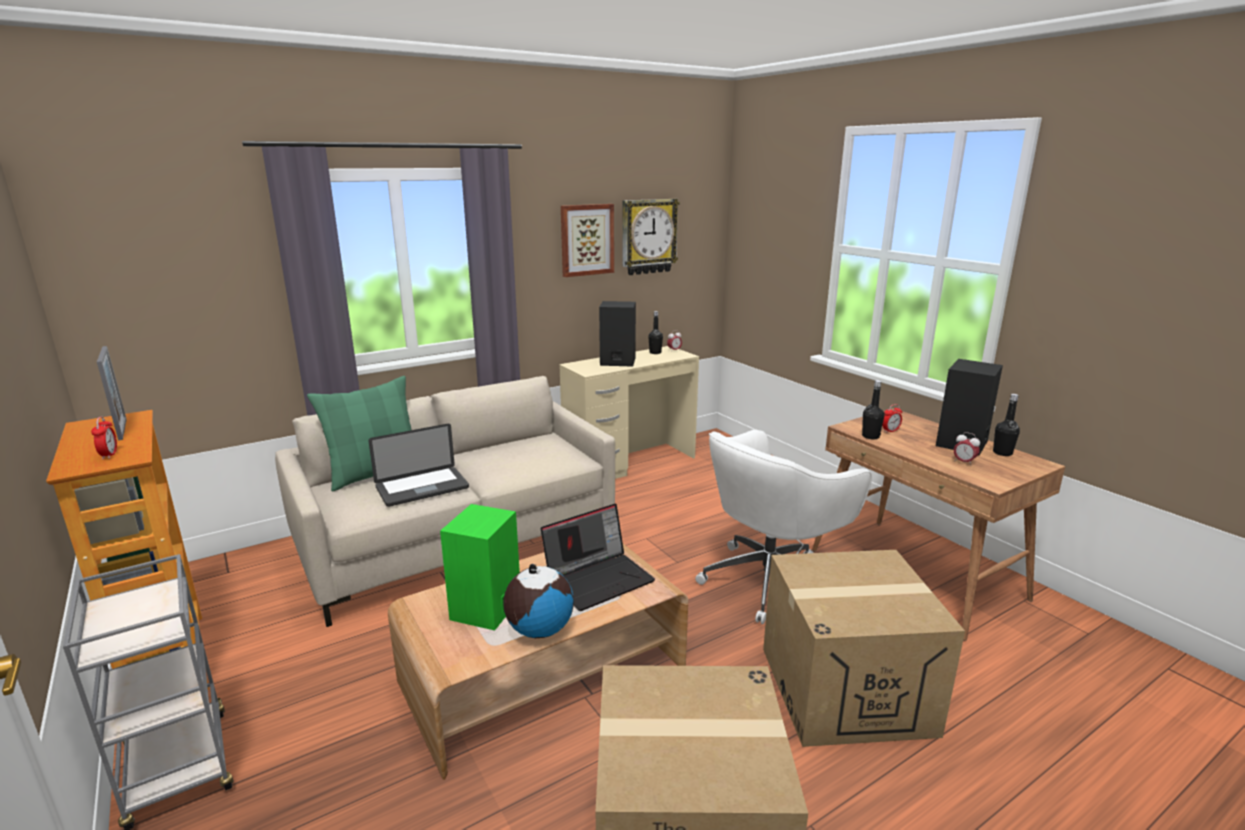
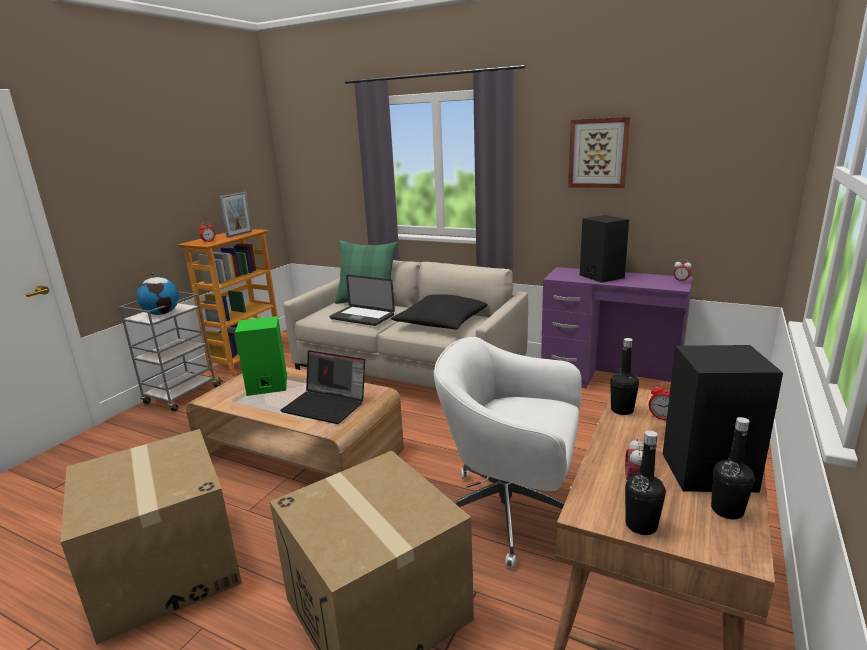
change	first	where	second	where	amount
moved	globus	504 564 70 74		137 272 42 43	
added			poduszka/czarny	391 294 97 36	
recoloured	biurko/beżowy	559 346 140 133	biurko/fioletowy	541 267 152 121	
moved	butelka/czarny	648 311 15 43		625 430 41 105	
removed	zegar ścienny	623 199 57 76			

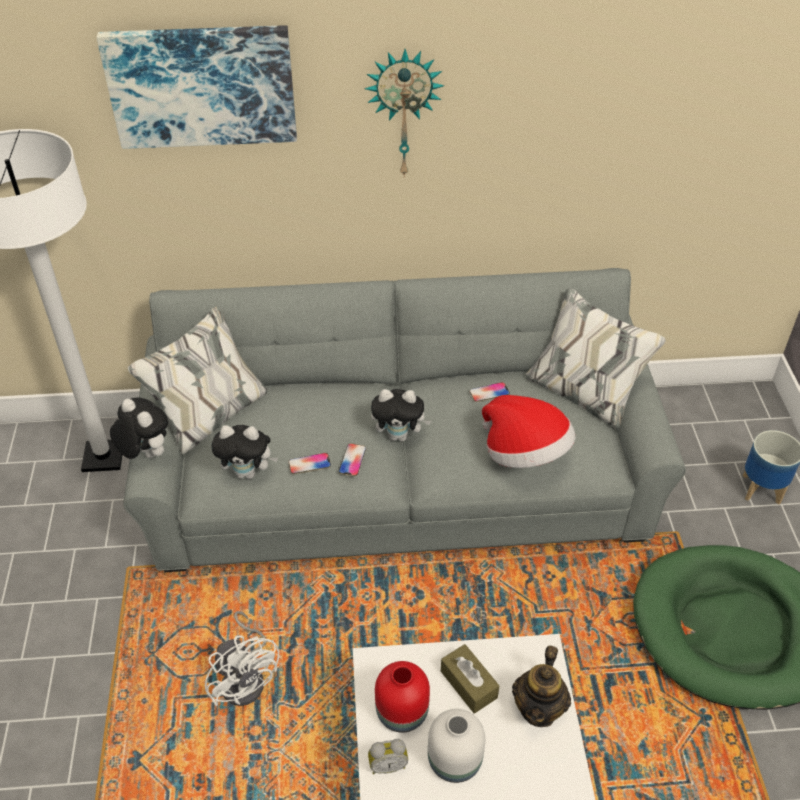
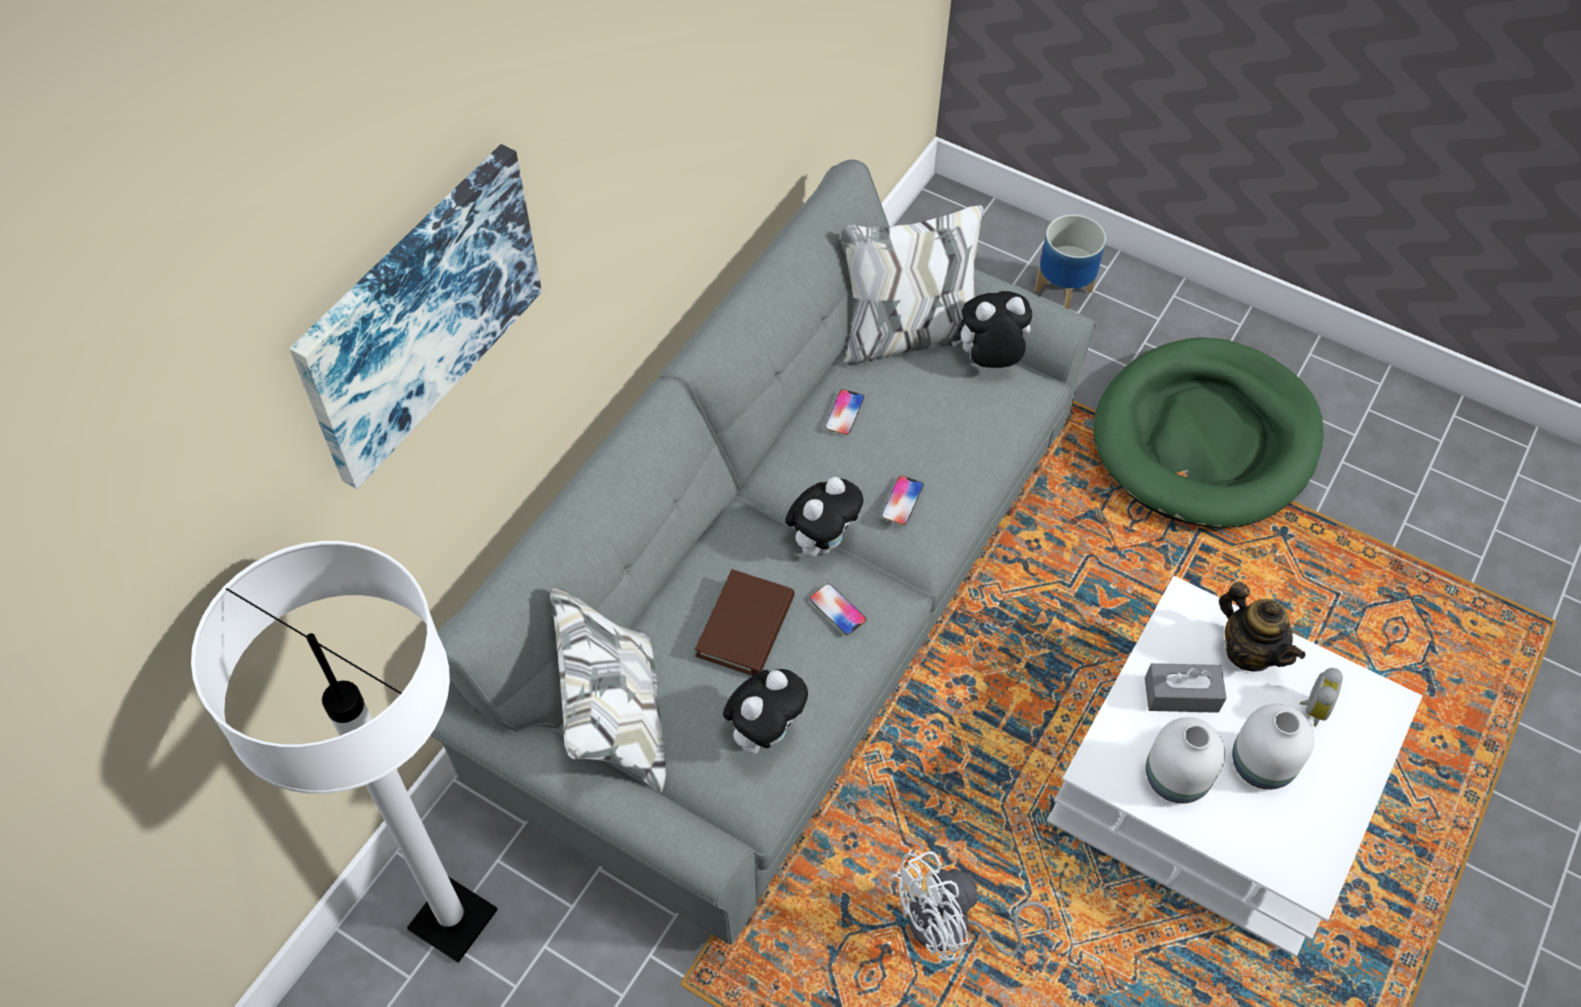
change	first	where	second	where	amount
added			książka/brązowy	695 569 100 107	
moved	telefon	288 453 43 21		881 476 42 49	
turned	wentylator/biały	205 611 74 95		889 851 162 110	150 degrees clockwise
moved	pluszak	110 398 58 61		951 291 81 77	
recoloured	pudełko chusteczek/brązowy	441 644 58 70	pudełko chusteczek/szary	1145 663 81 50	
recoloured	wazon/czerwony	375 661 55 72	wazon/biały	1146 717 79 86	
moved	budzik	368 739 40 35		1300 668 43 59	
removed	zegar ścienny	364 49 81 129			
removed	kapelusz	482 395 94 73			

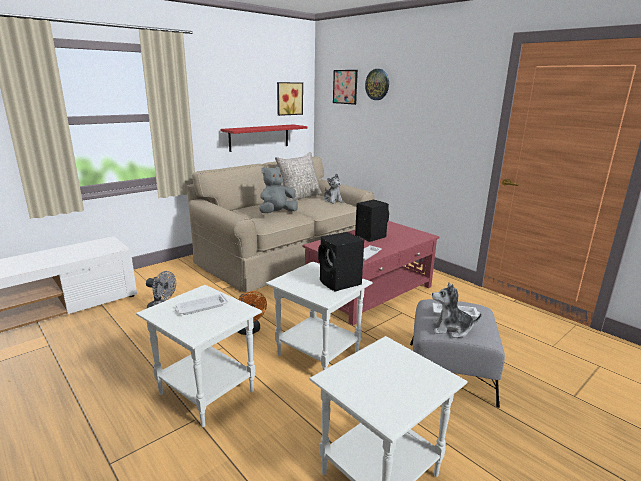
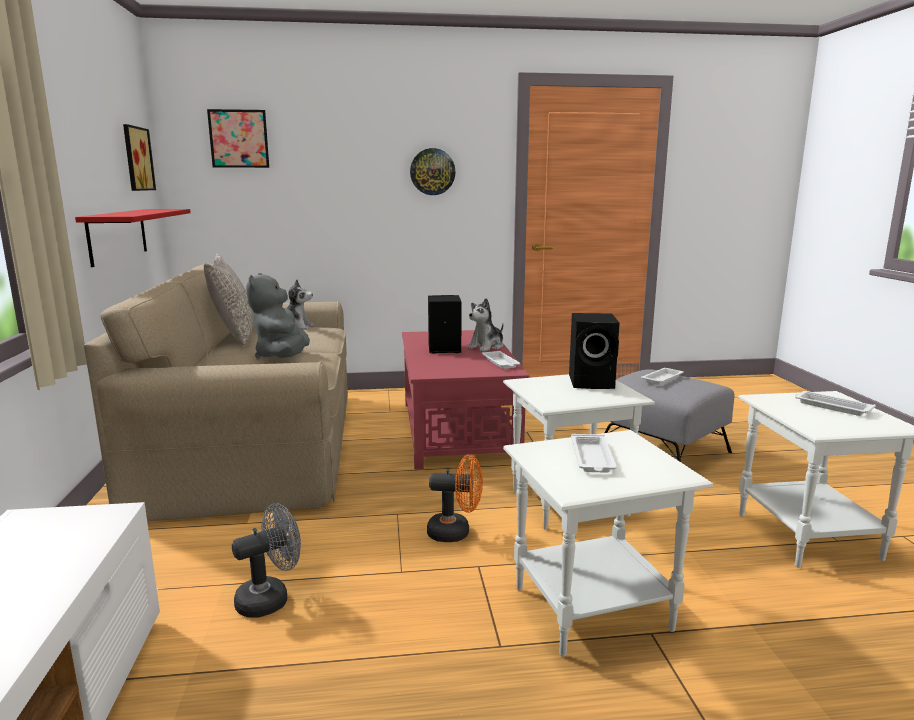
change	first	where	second	where	amount
moved	zegar ścienny	365 69 24 31		410 148 45 47	
moved	pluszak	432 282 50 56		467 298 36 54	
added			taca/biały	795 391 81 25	

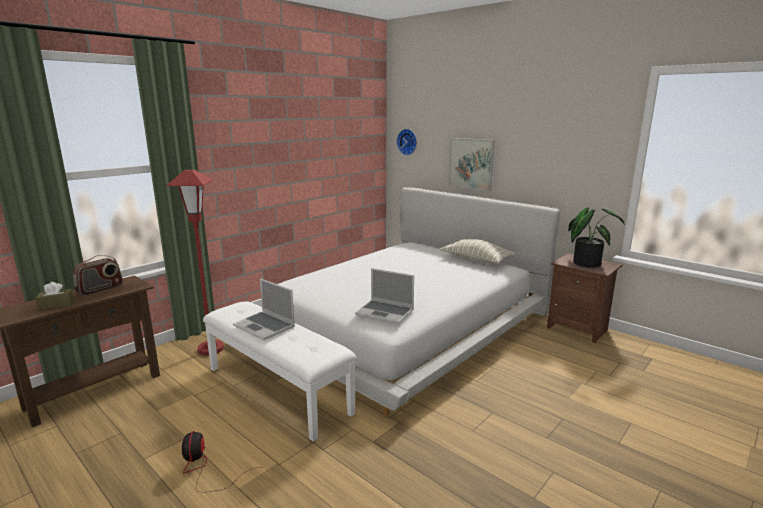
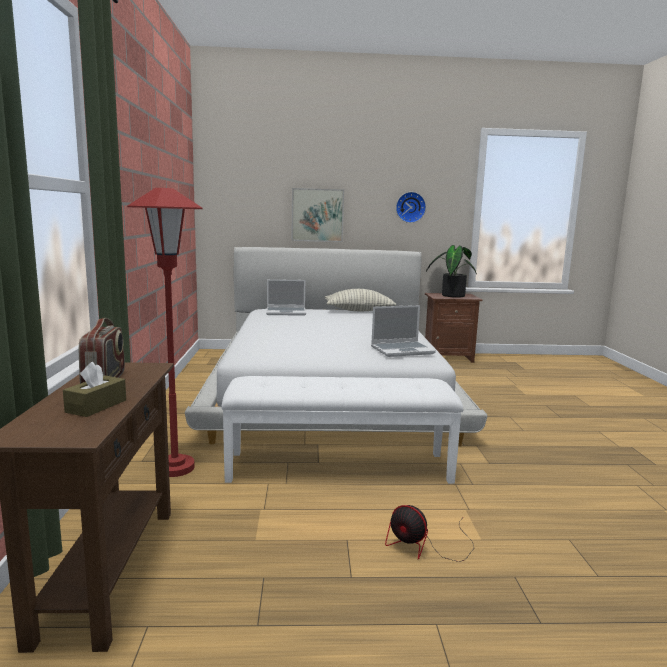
change	first	where	second	where	amount
moved	laptop	233 278 62 62		266 279 40 37	
moved	zegar ścienny	397 129 20 26		396 192 30 31	

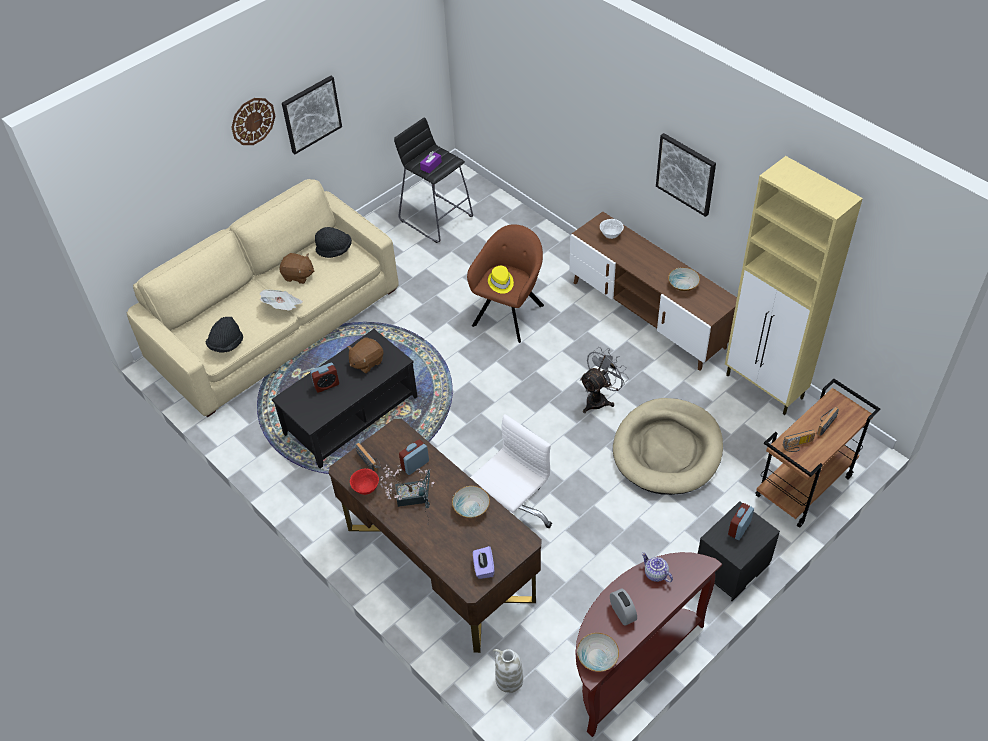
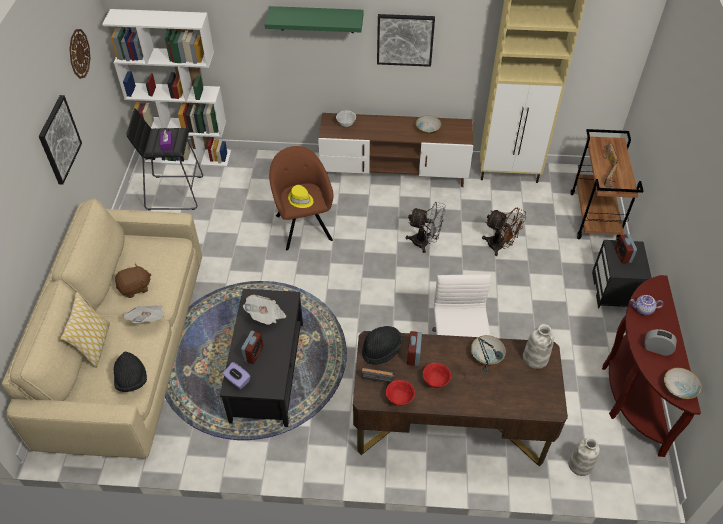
change	first	where	second	where	amount
added			poduszka	60 292 50 76	
moved	zegar ścienny	231 98 44 47		69 29 21 50	
added			regał/biały	102 9 129 158	
moved	pudełko chusteczek/fioletowy	473 546 21 33		223 362 27 27	
replaced	pluszak/brązowy	347 338 37 35	gazeta	243 295 43 30	
added			półka/zielony	265 6 99 27	
moved	kapelusz/czarny	315 227 37 31		362 326 40 39	
turned	wentylator/szary	580 347 49 66		406 202 39 51	105 degrees clockwise
replaced	roślina doniczkowa	380 464 54 43	miska/czerwony	423 363 28 25	
replaced	legowisko/beżowy	613 398 110 97	wentylator/brązowy	482 207 44 49	
added			wazon/biały	523 324 31 45	

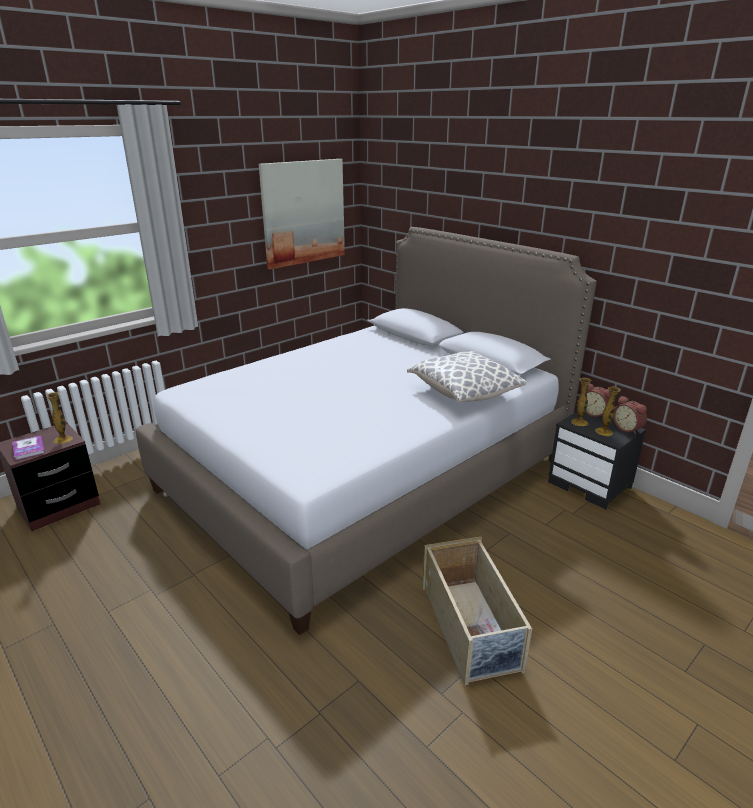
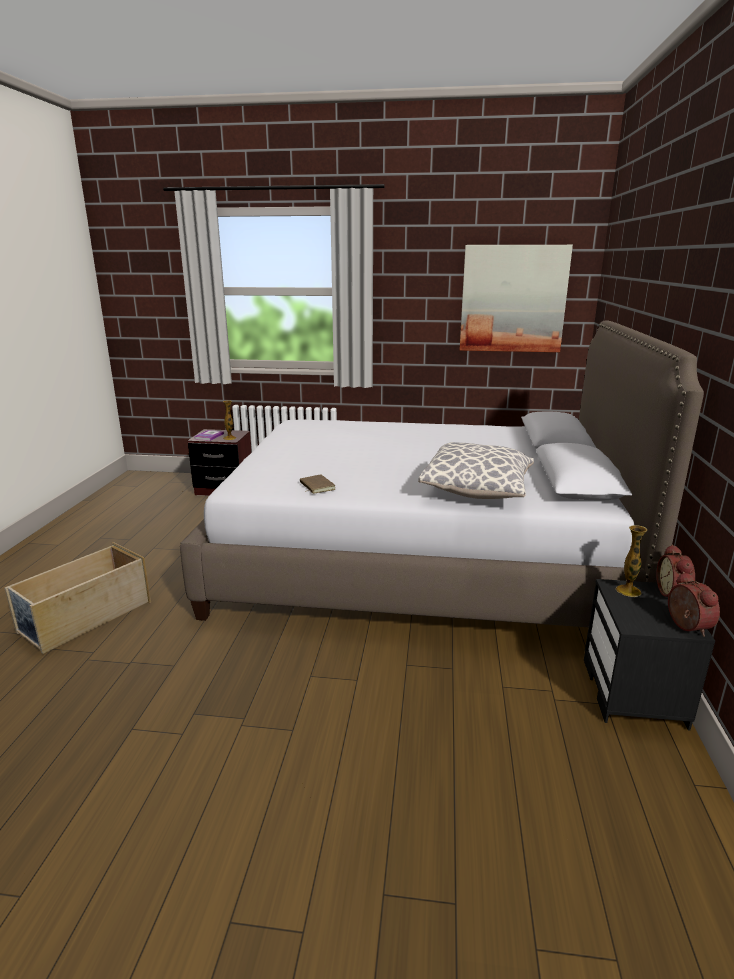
change	first	where	second	where	amount
moved	pojemnik do przechowywania/beżowy	422 537 110 148		4 542 147 112	
added			książka/brązowy	300 474 36 20	
turned	budzik	613 396 34 39		668 572 52 65	150 degrees clockwise
removed	wazon	595 387 26 49			

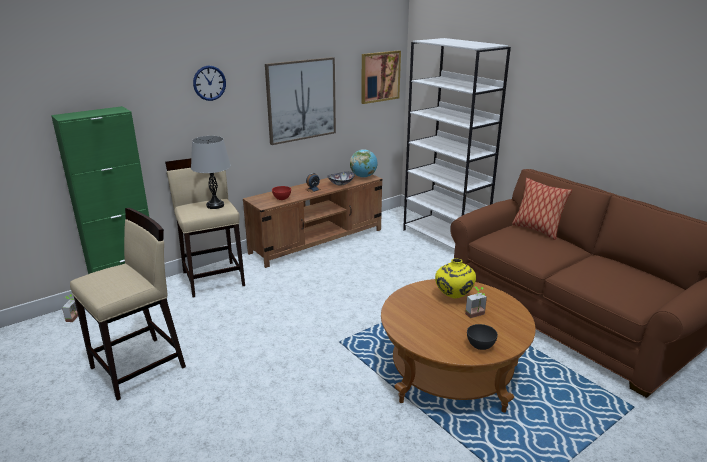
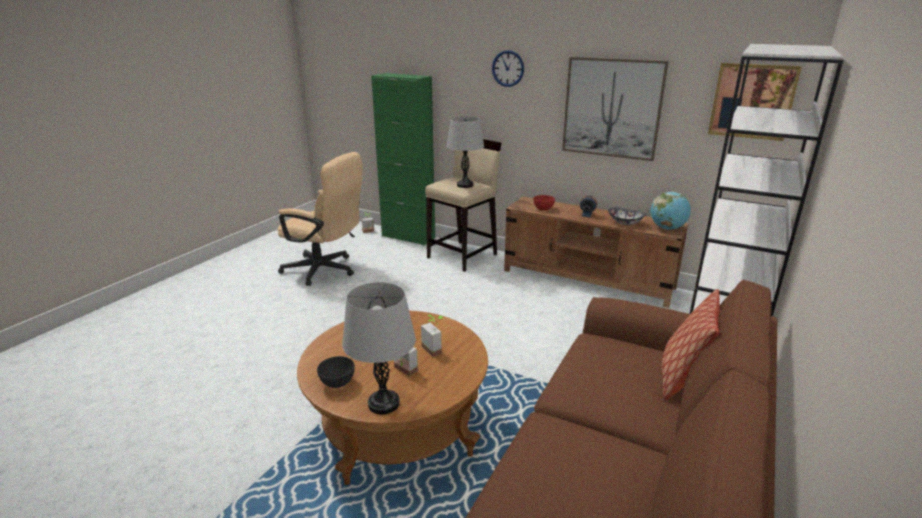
change	first	where	second	where	amount
replaced	stołek/beżowy	70 208 116 193	krzesło biurowe/beżowy	277 152 86 134	
added			lampa stołowa/szary	342 282 74 132	
replaced	wazon/żółty	435 258 41 40	roślina doniczkowa	421 315 23 42	

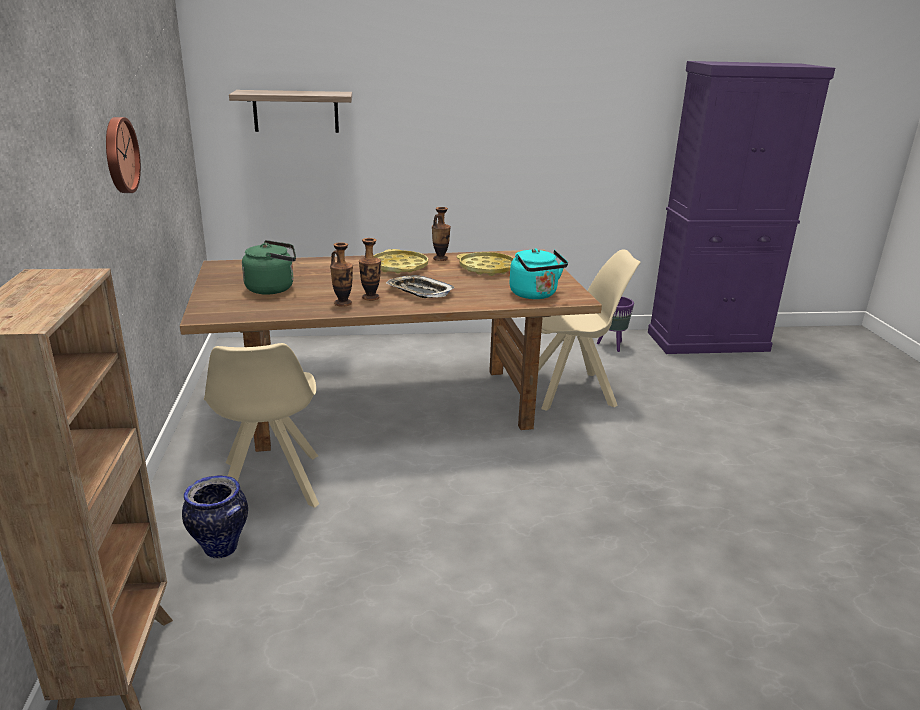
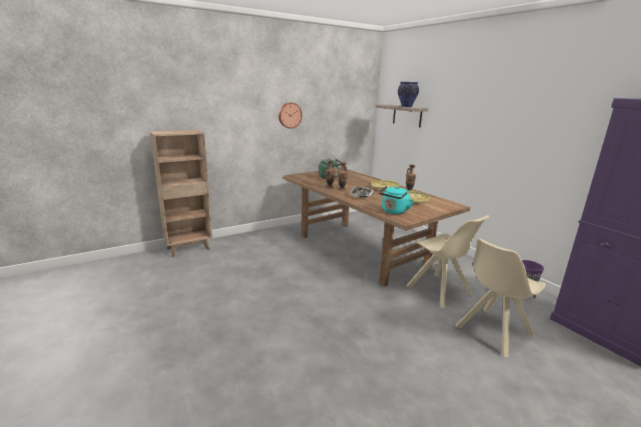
change	first	where	second	where	amount
moved	wazon	182 475 66 83		398 82 21 25	
moved	krzesło/beżowy	204 343 115 165		455 238 91 119	

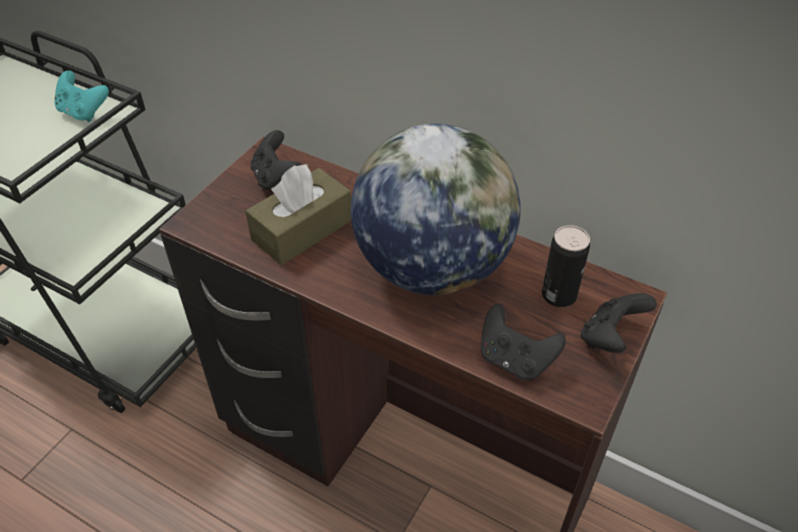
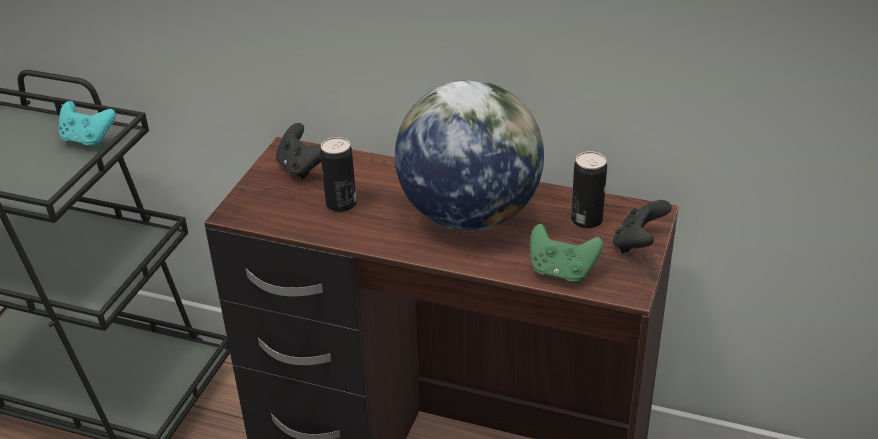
change	first	where	second	where	amount
replaced	pudełko chusteczek/brązowy	245 164 107 101	puszka	320 137 37 75	
recoloured	pad do gier/czarny	481 304 85 77	pad do gier/zielony	530 224 73 59	

